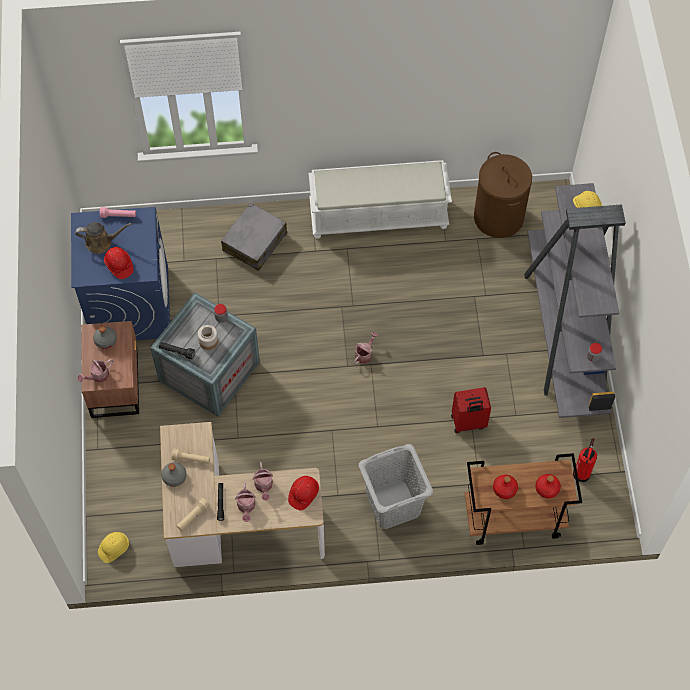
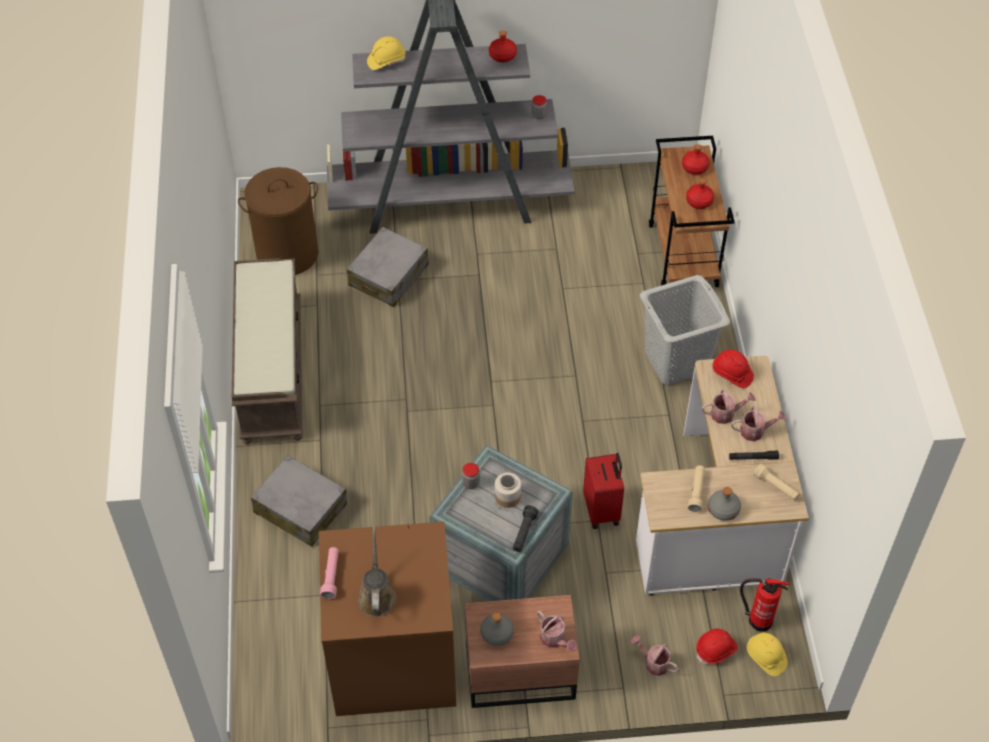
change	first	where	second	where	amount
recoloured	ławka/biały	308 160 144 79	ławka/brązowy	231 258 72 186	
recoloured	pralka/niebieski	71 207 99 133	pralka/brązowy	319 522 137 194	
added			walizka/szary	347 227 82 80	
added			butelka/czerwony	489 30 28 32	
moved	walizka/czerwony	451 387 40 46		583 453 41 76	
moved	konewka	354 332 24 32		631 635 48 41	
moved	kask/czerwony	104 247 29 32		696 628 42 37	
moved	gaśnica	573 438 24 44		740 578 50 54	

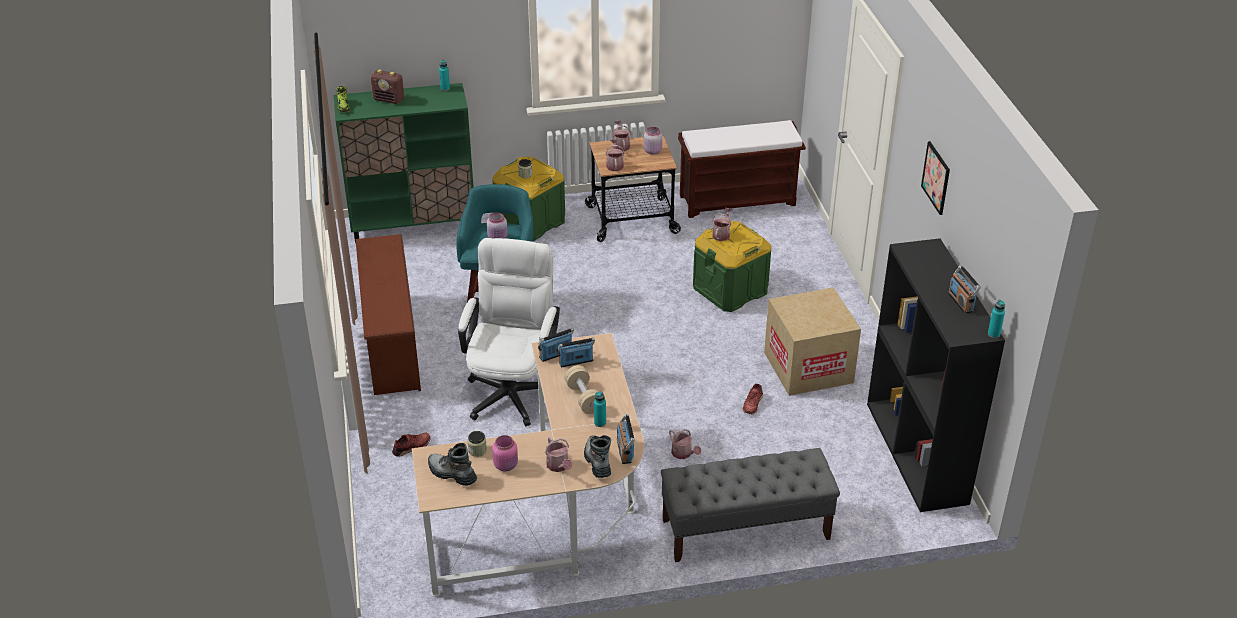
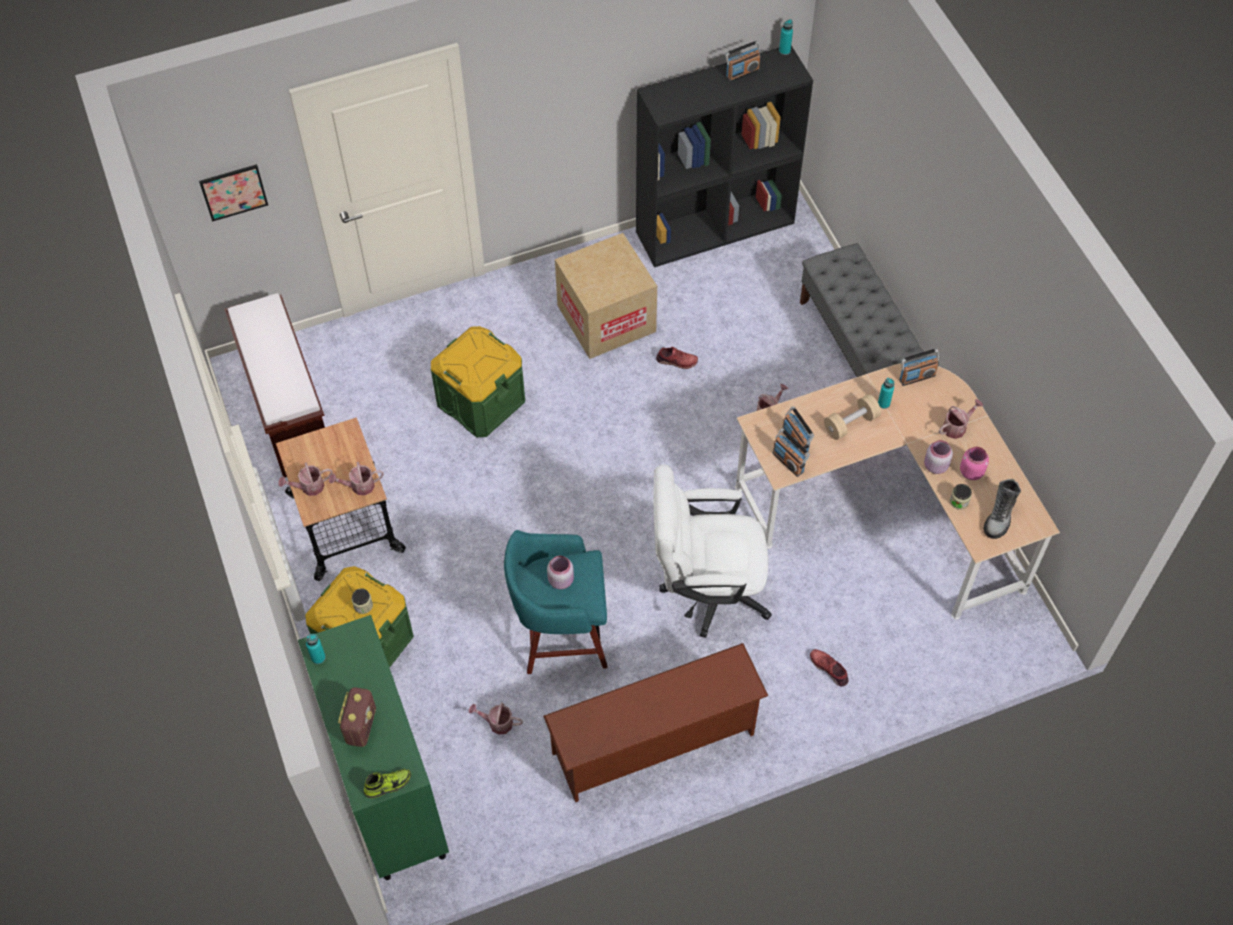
change	first	where	second	where	amount
moved	obraz	921 141 29 74		199 164 69 58	
moved	konewka	712 208 20 33		469 703 54 32	
moved	słoik/różowy	644 127 18 27		924 440 29 34	
removed	but z cholewką	584 435 27 43			

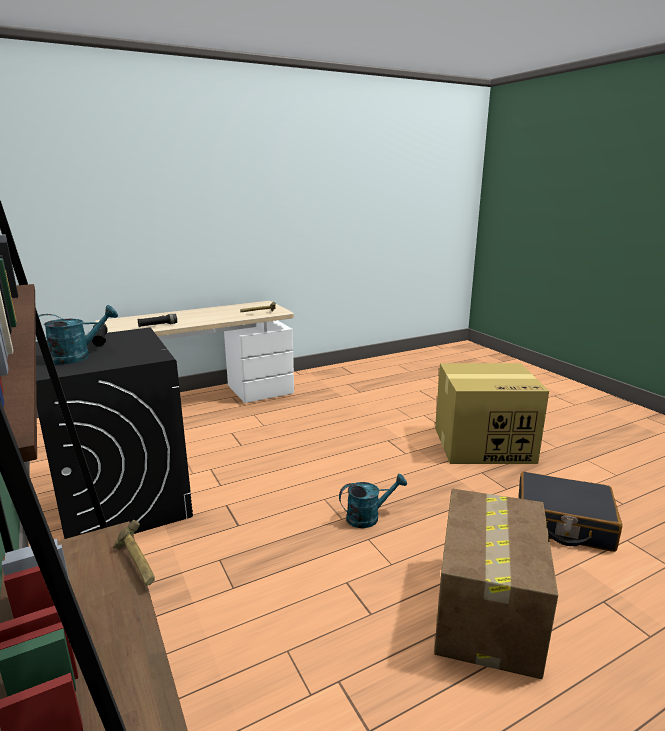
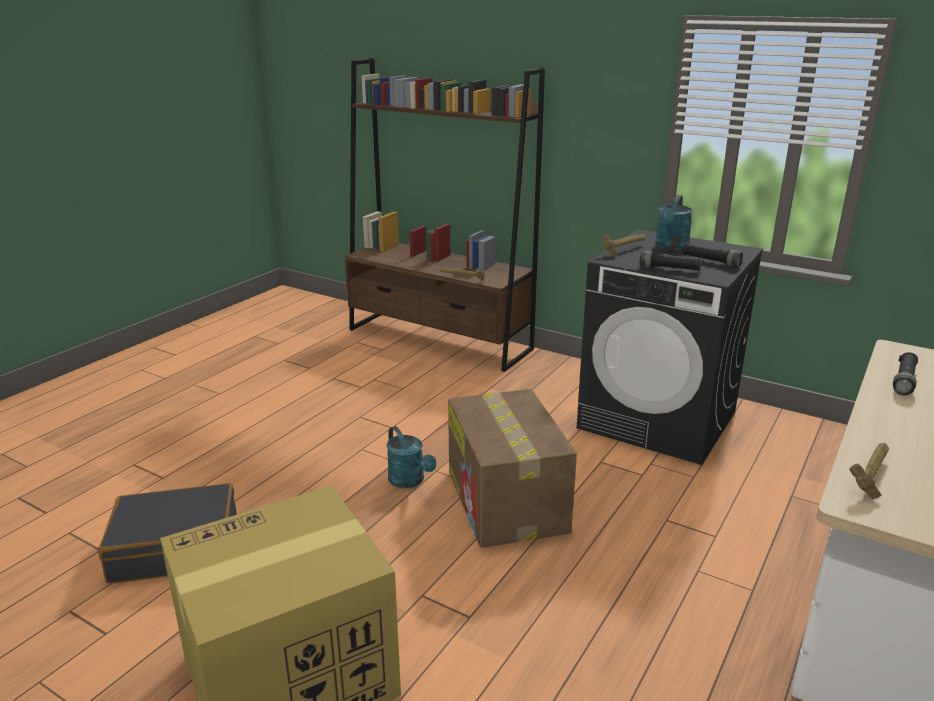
change	first	where	second	where	amount
turned	konewka/turkusowy	339 474 68 54		387 426 49 62	75 degrees counterclockwise
moved	karton	434 489 124 190		448 389 129 159	
added			młotek	602 234 44 22	
added			latarka/czarny	639 251 63 20	

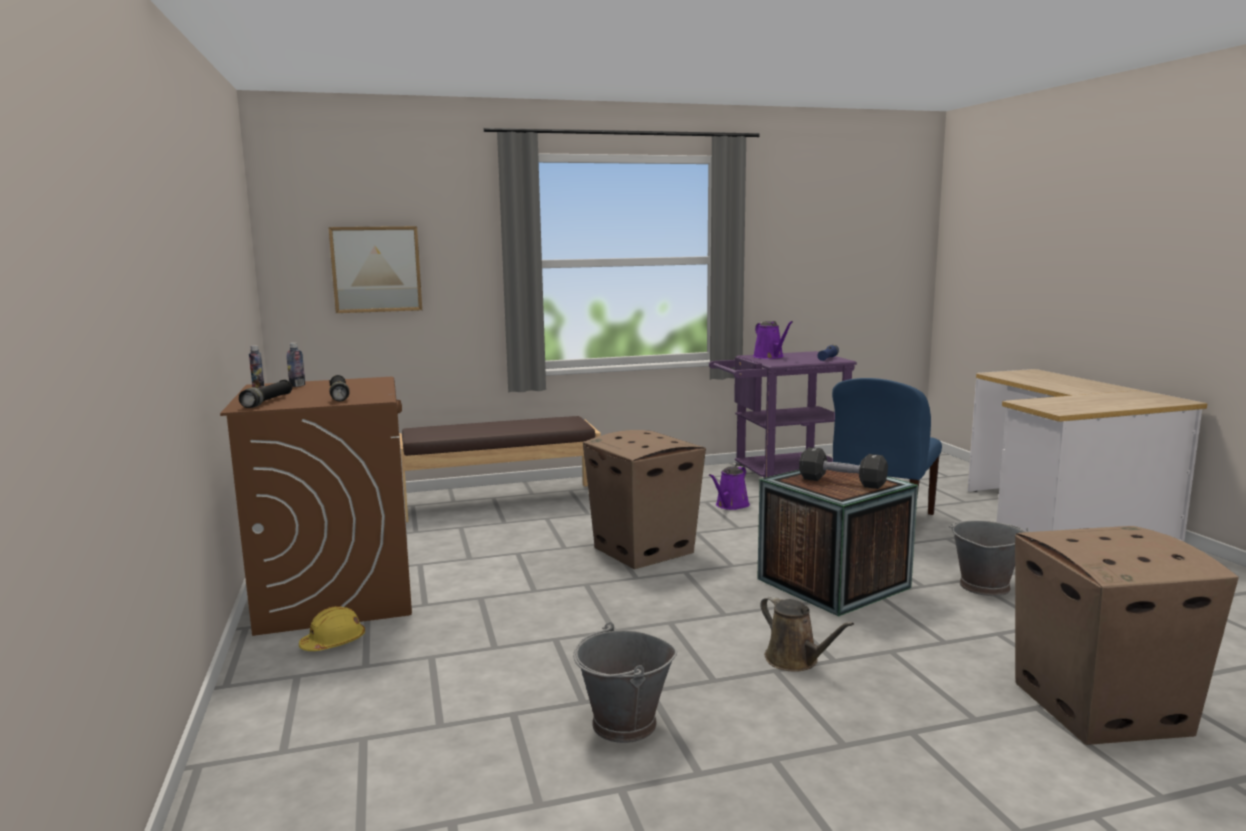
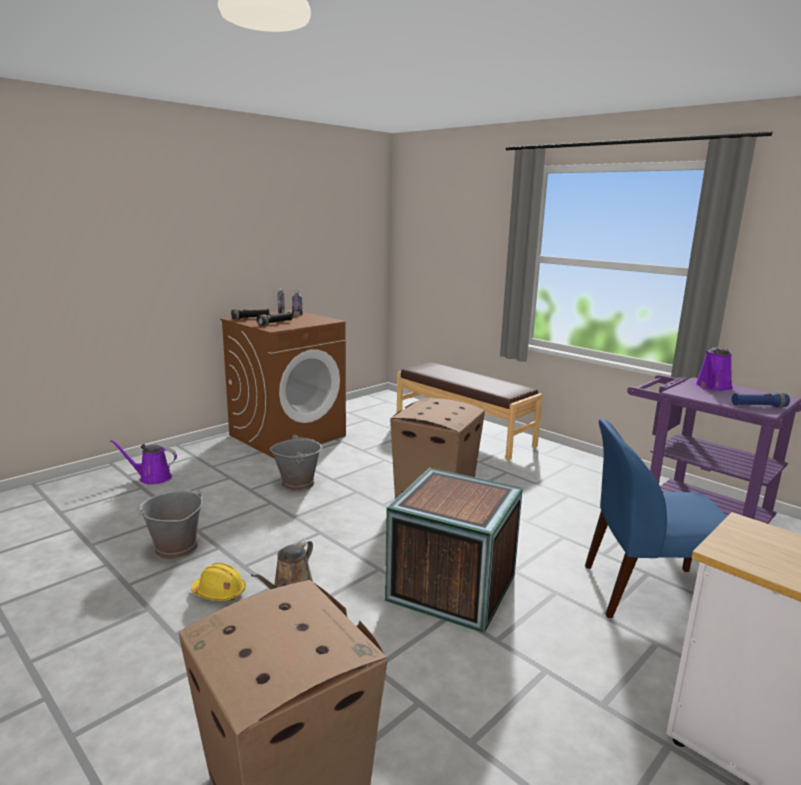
change	first	where	second	where	amount
moved	konewka/fioletowy	709 466 41 44		110 440 67 45	
moved	kask/żółty	299 606 66 45		191 563 55 38	
moved	wiadro/szary	949 521 81 75		270 434 52 57	
removed	obraz	328 226 94 87			
removed	hantel/czarny	799 447 89 42			

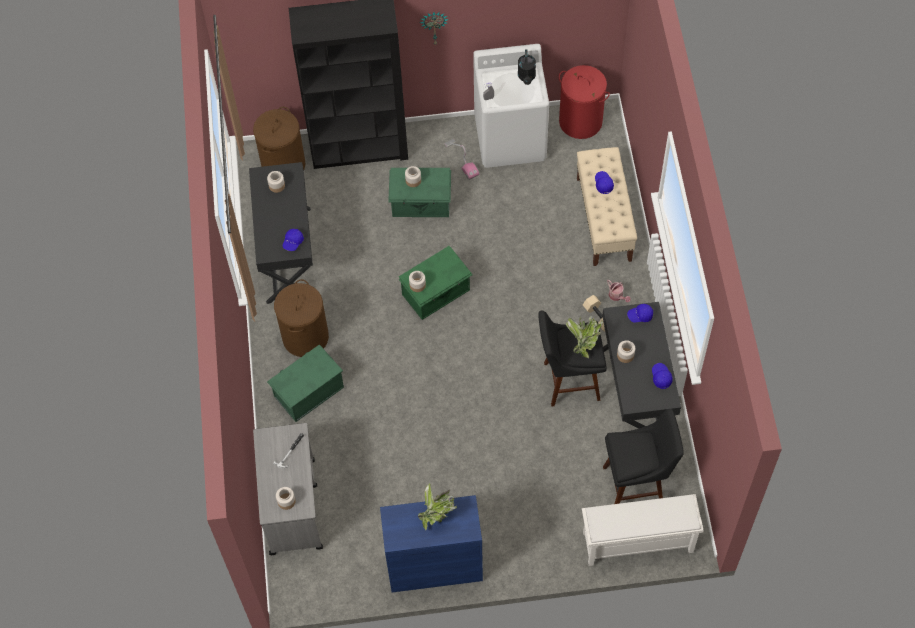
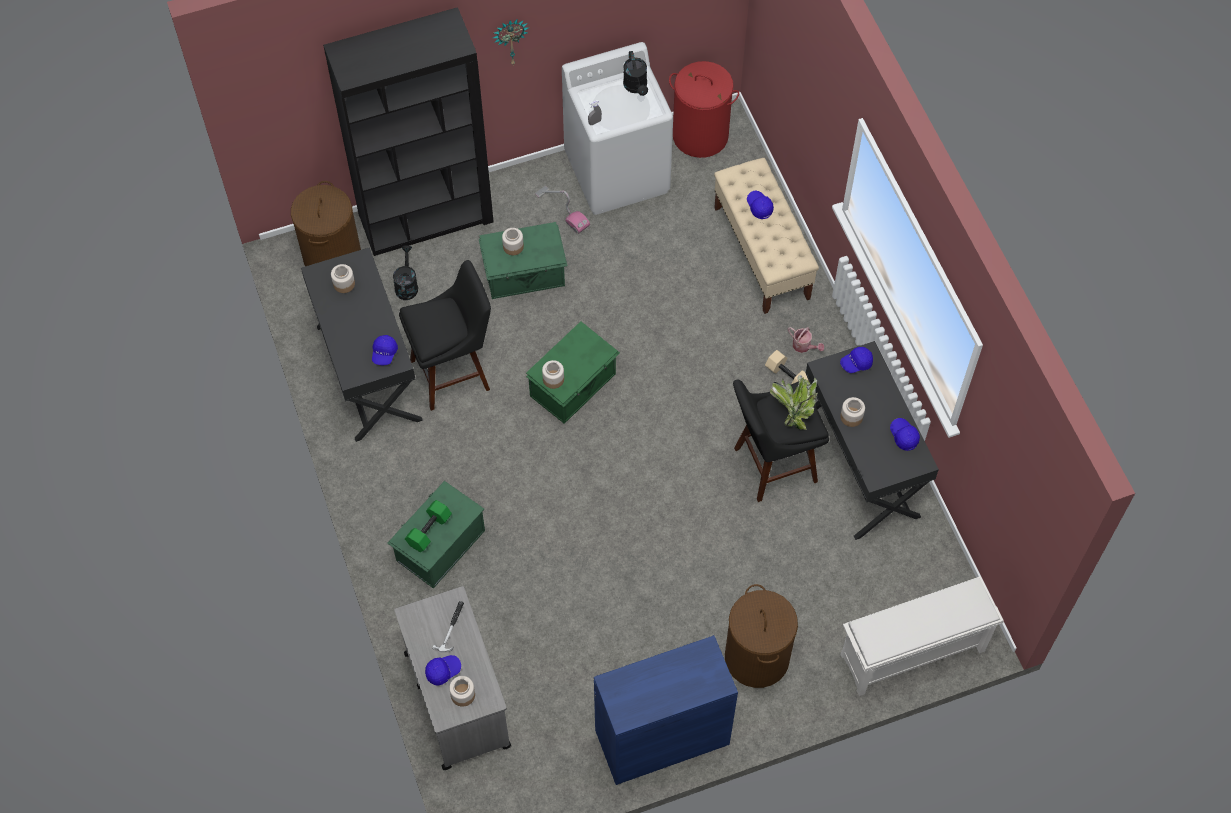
change	first	where	second	where	amount
added			konewka/czarny	393 245 25 55	
moved	stołek/czarny	603 409 81 95		399 260 92 151	
added			hantel/zielony	405 500 47 52	
added			czapka z daszkiem/niebieski	425 655 36 31	
moved	kosz na pranie/brązowy	274 279 55 78		725 584 73 104	
removed	roślina doniczkowa	418 483 39 48			

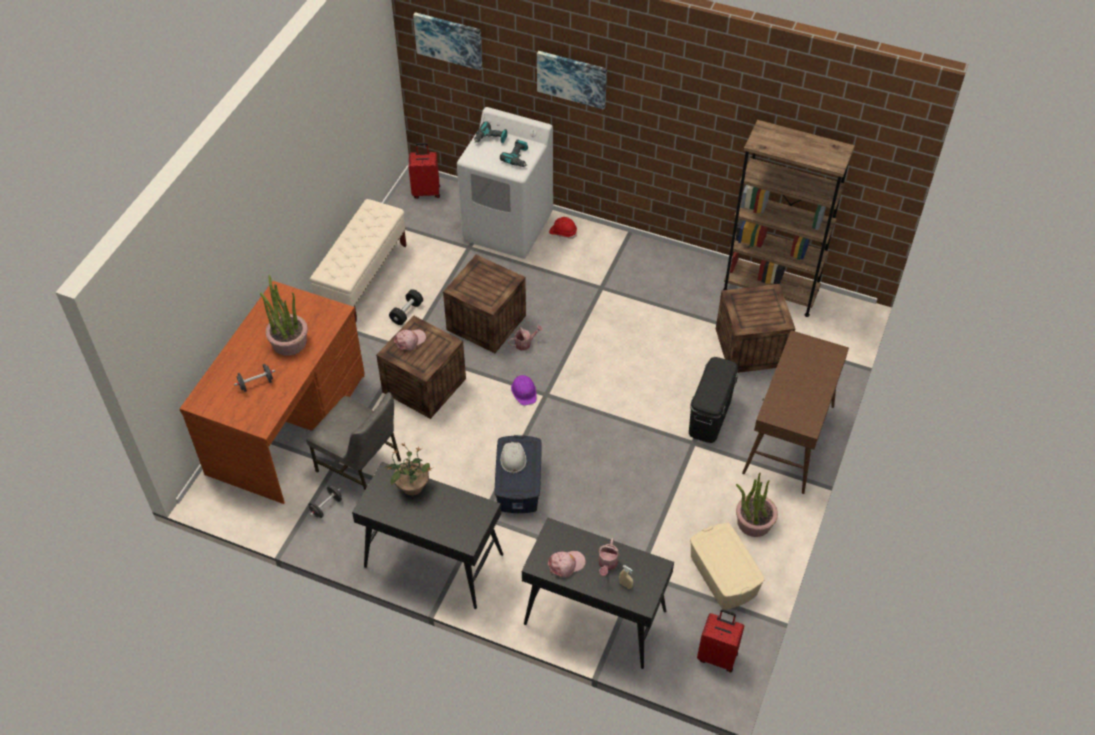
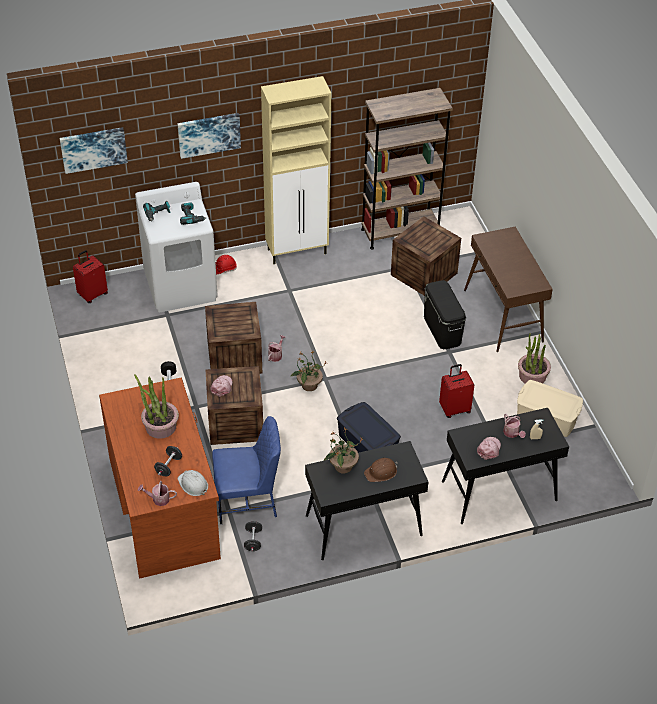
change	first	where	second	where	amount
added			konewka	138 481 39 25	
moved	kask/biały	500 442 27 32		178 470 30 26	
recoloured	krzesło/szary	306 392 95 98	krzesło/niebieski	212 416 69 108	
added			szafka/beżowy	261 76 70 188	
replaced	kask/fioletowy	511 375 26 31	roślina doniczkowa	291 351 36 40	
added			kask/brązowy	364 458 34 24	
moved	walizka/czerwony	697 609 47 63		439 364 35 54	
removed	ławka/beżowy	310 199 97 123			

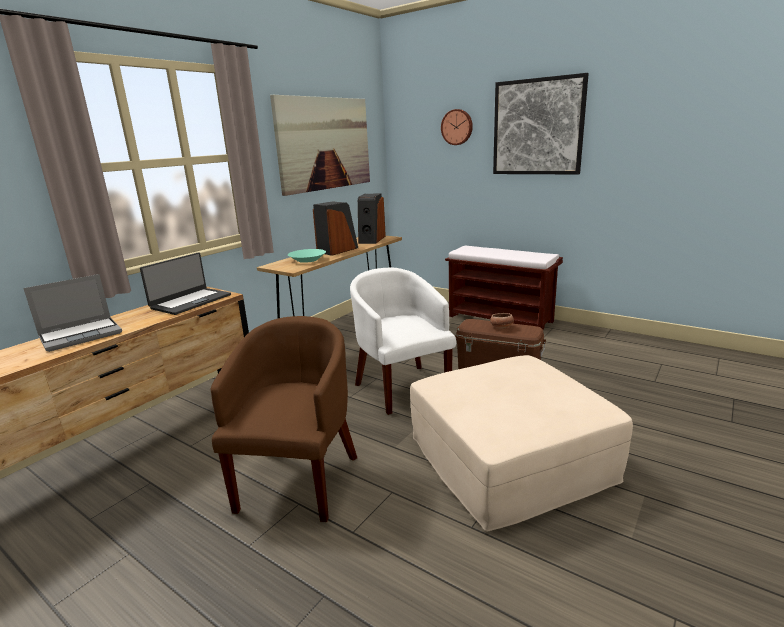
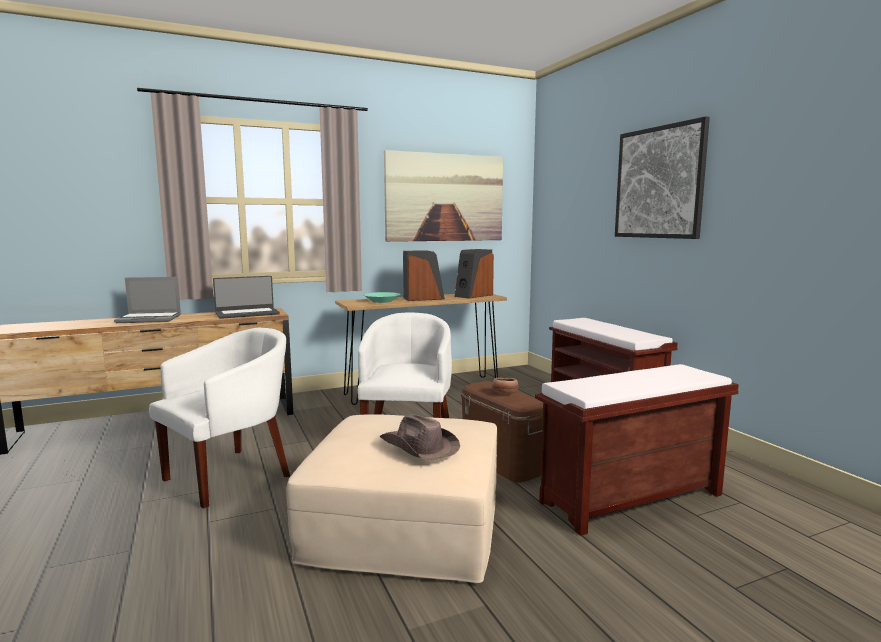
change	first	where	second	where	amount
recoloured	fotel/brązowy	211 316 146 206	fotel/biały	149 328 141 181	
added			kapelusz/brązowy	379 414 81 47	
added			ławka/brązowy	535 364 204 172	
removed	zegar ścienny	441 109 32 36			

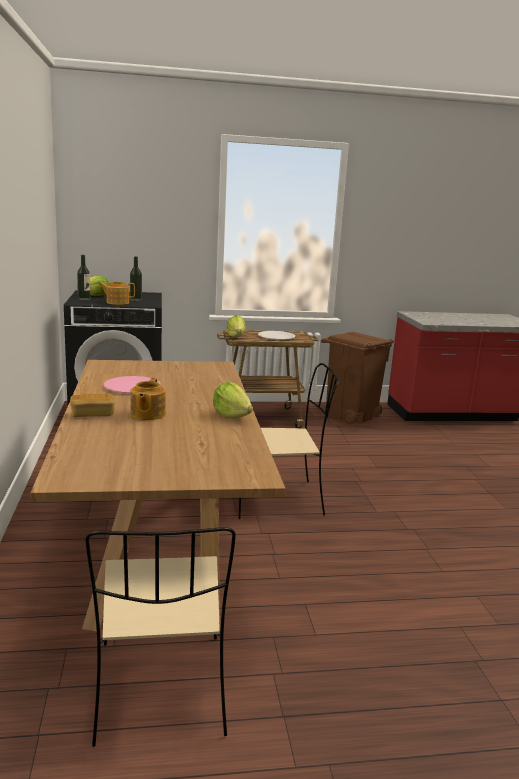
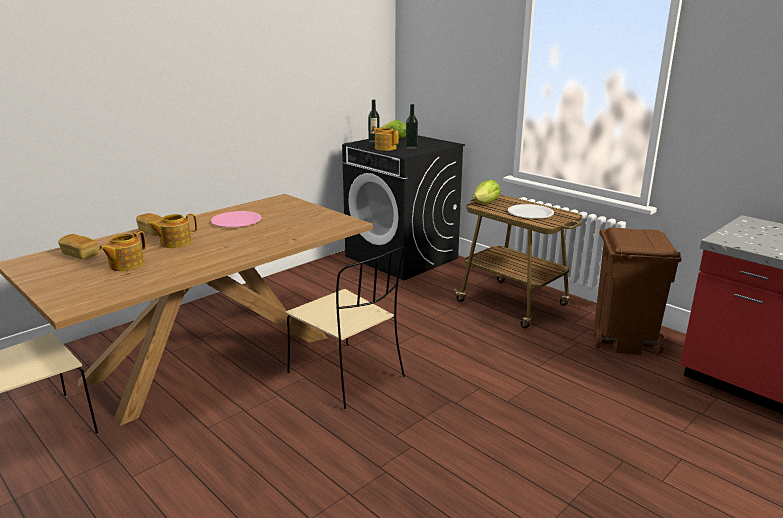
change	first	where	second	where	amount
added			chleb	58 234 40 26	
added			imbryk	99 231 47 40	
removed	sałata	213 382 40 36			

